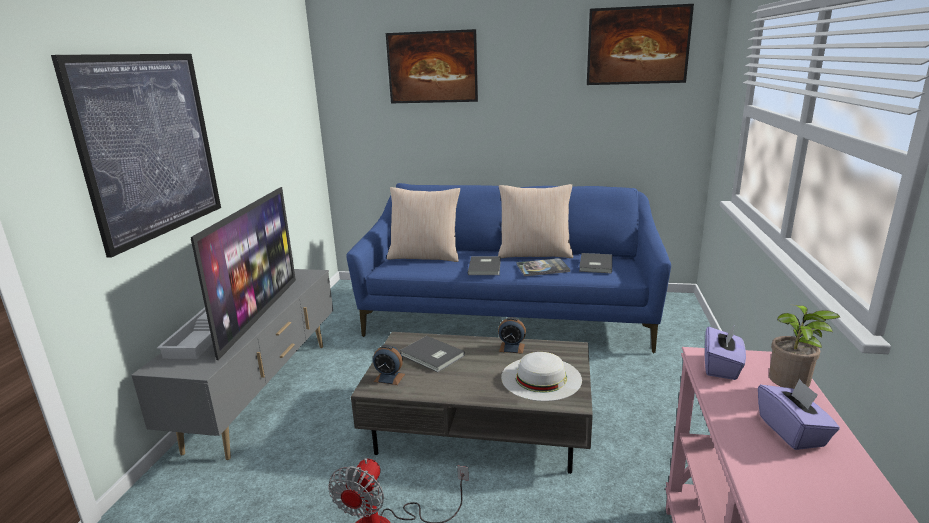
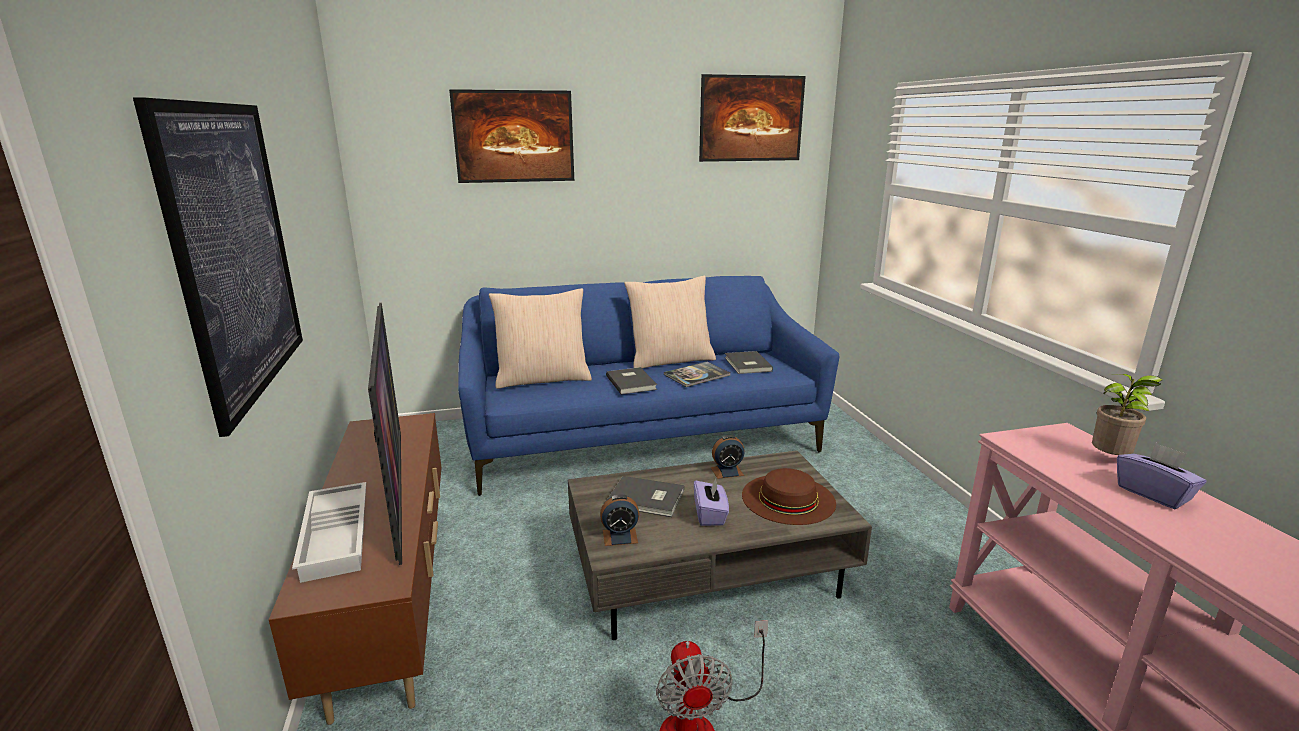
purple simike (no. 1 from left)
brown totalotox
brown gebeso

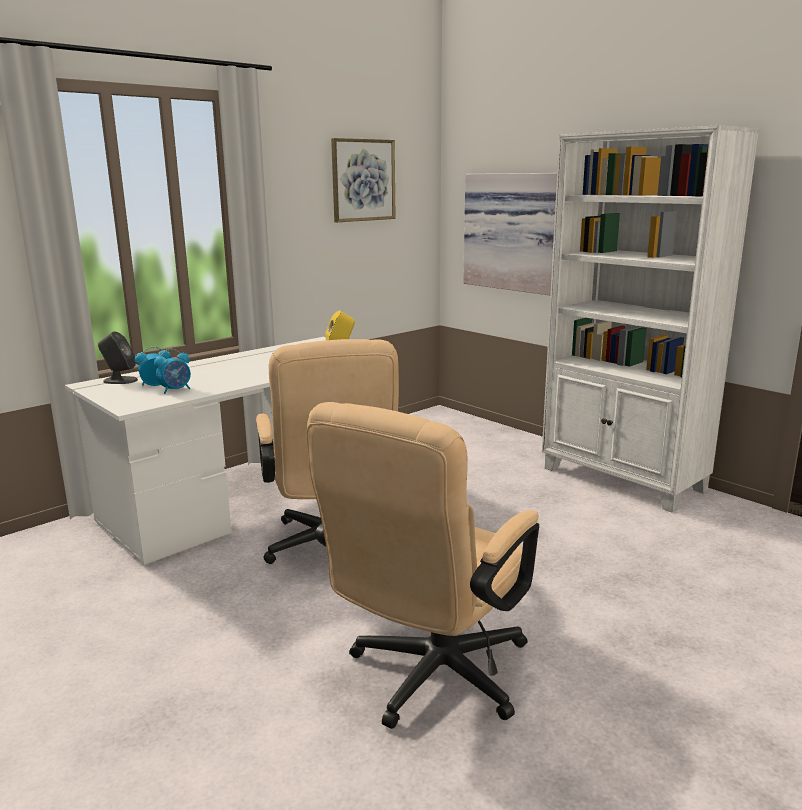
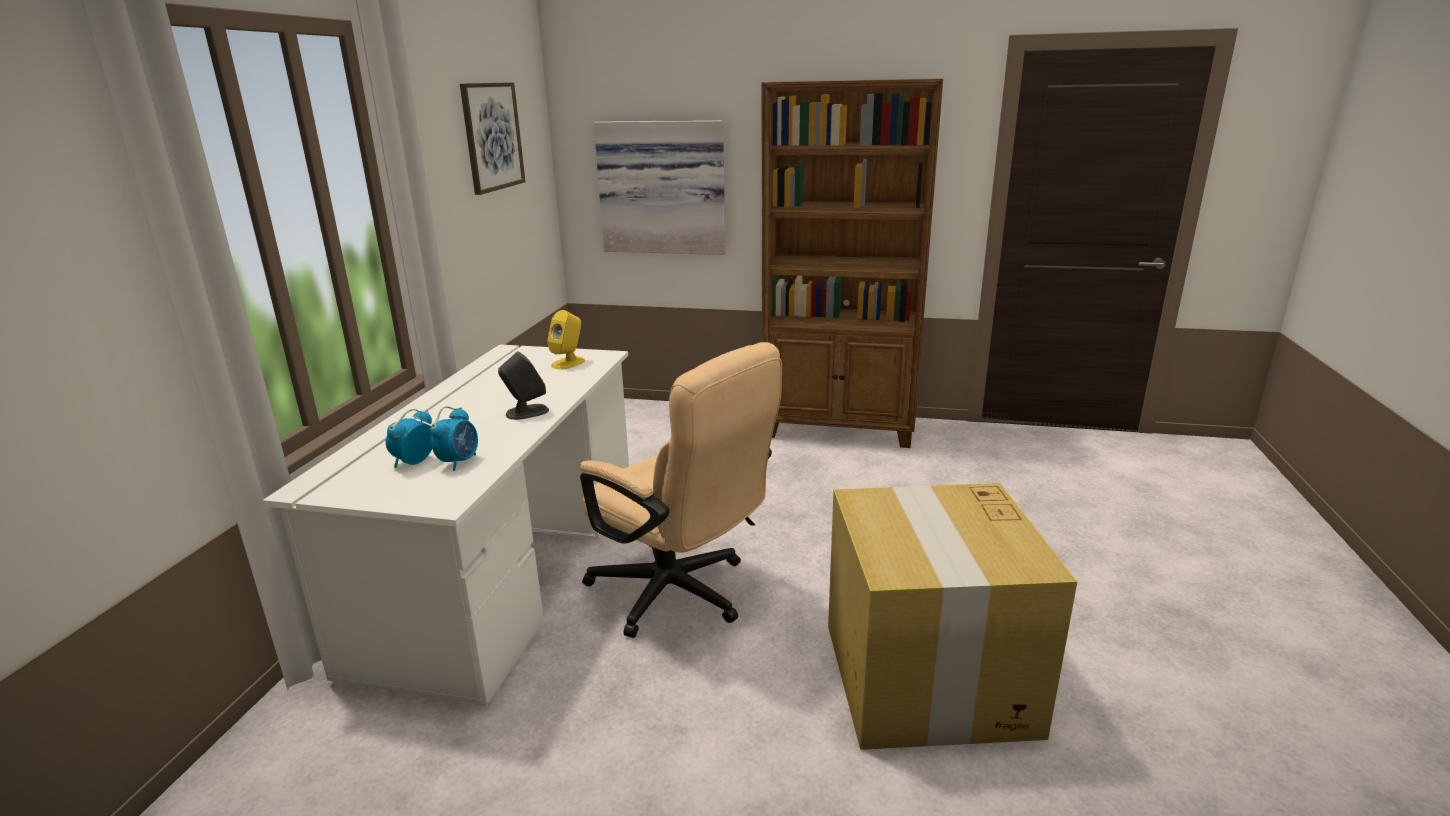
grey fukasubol
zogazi
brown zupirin

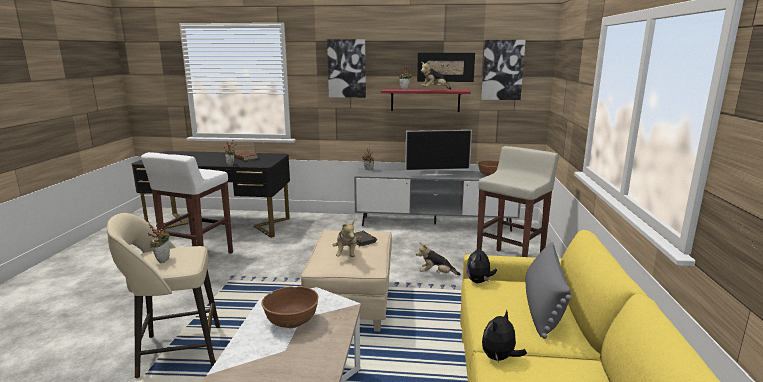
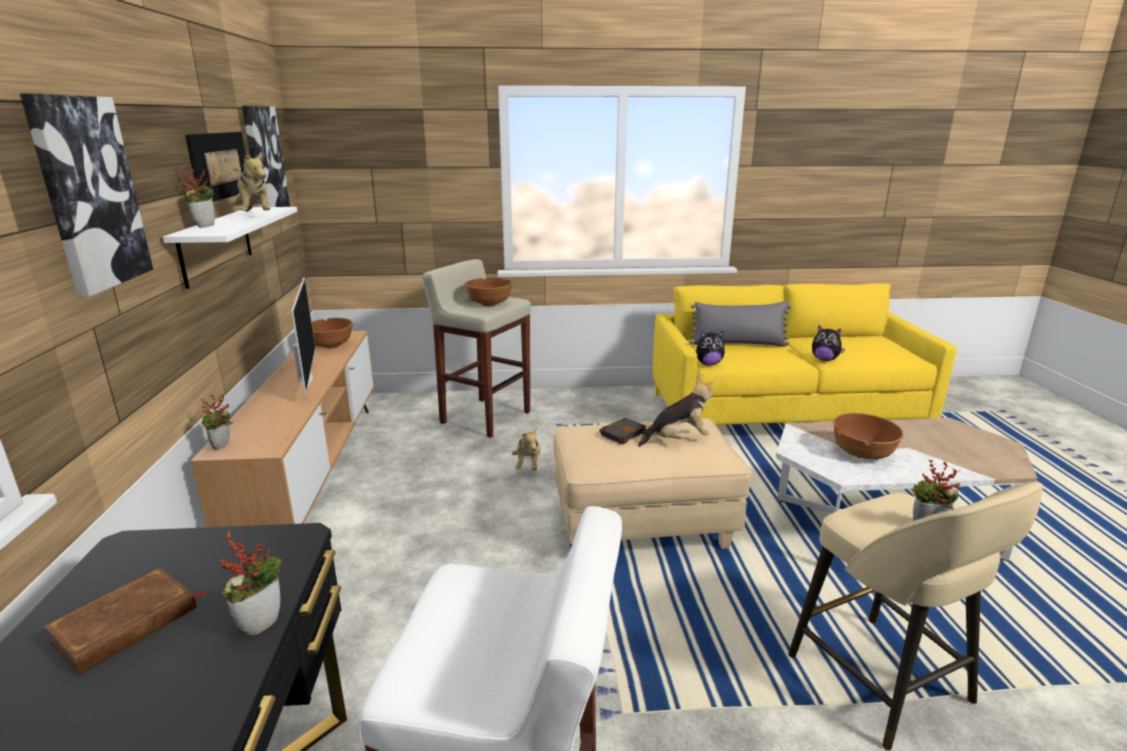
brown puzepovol (no. 2 from left)
brown totalotox
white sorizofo

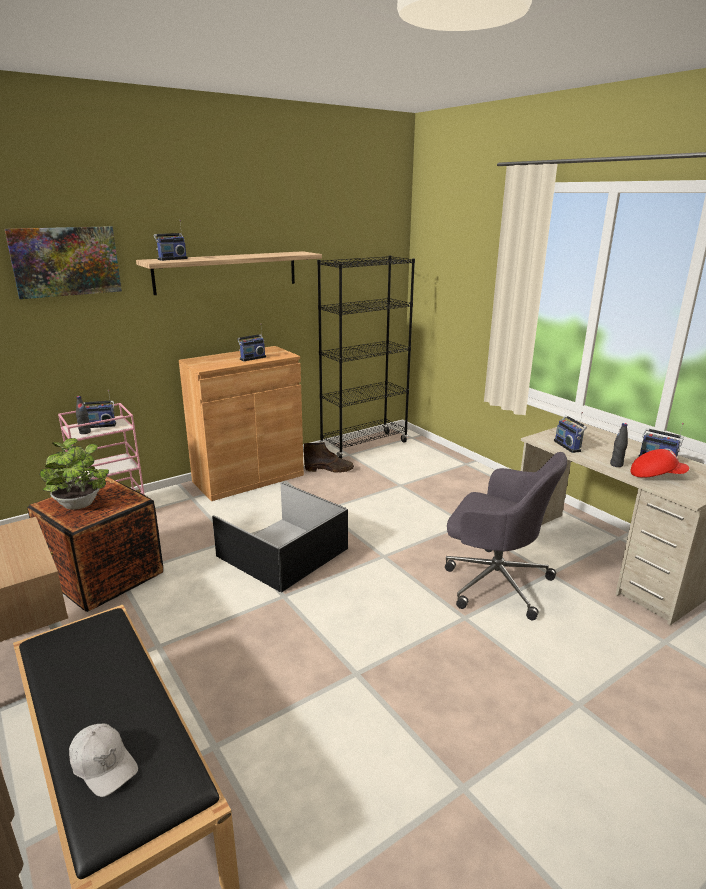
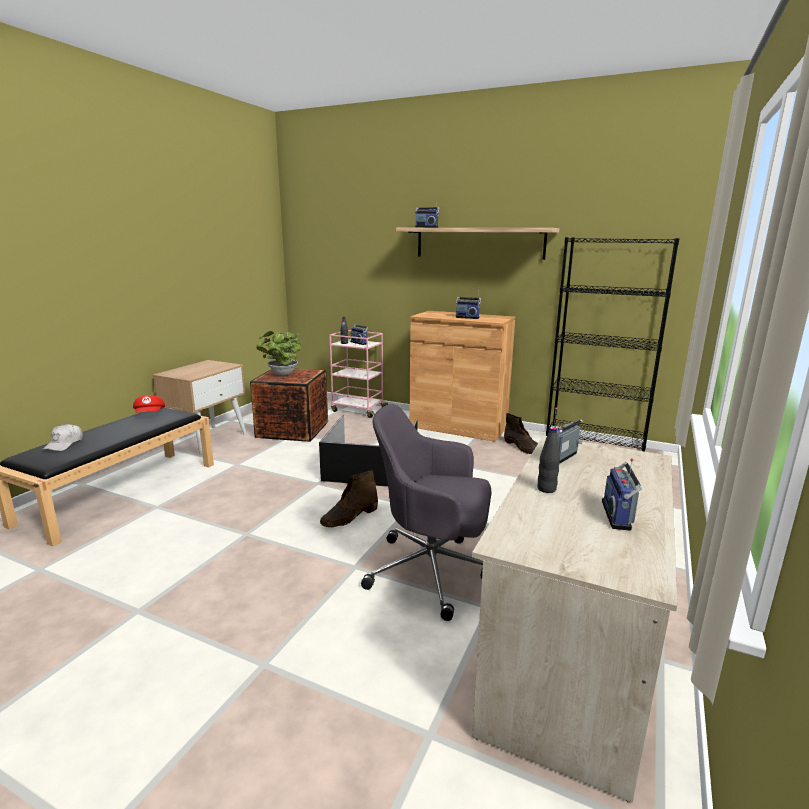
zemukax
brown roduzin (no. 1 from left)
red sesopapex
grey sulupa

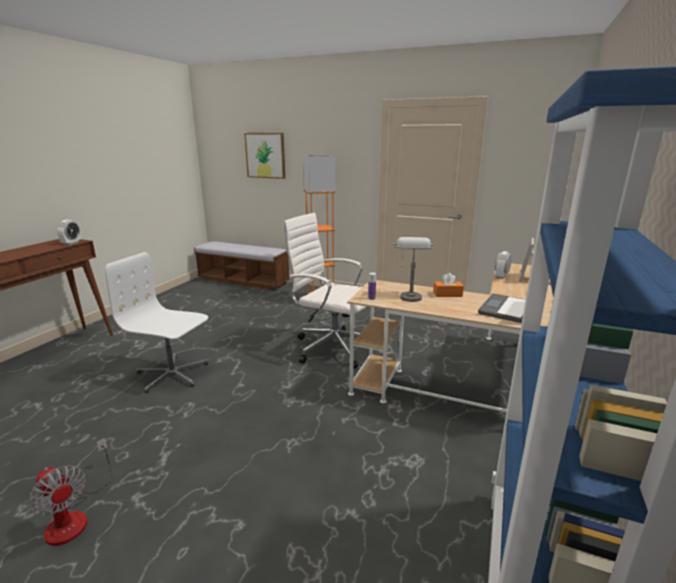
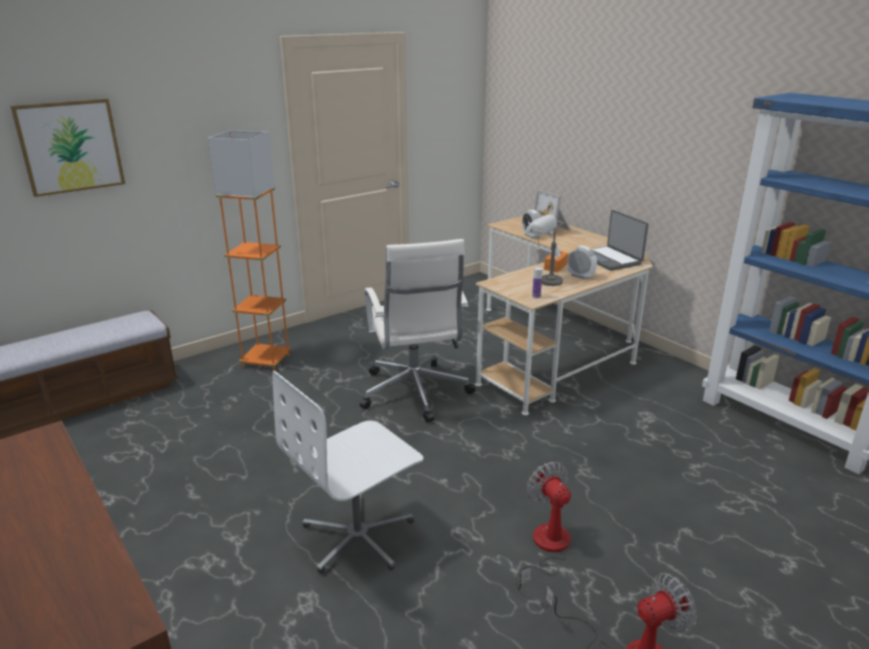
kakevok (no. 1 from left)
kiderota (no. 2 from left)
white sulupa (no. 2 from left)

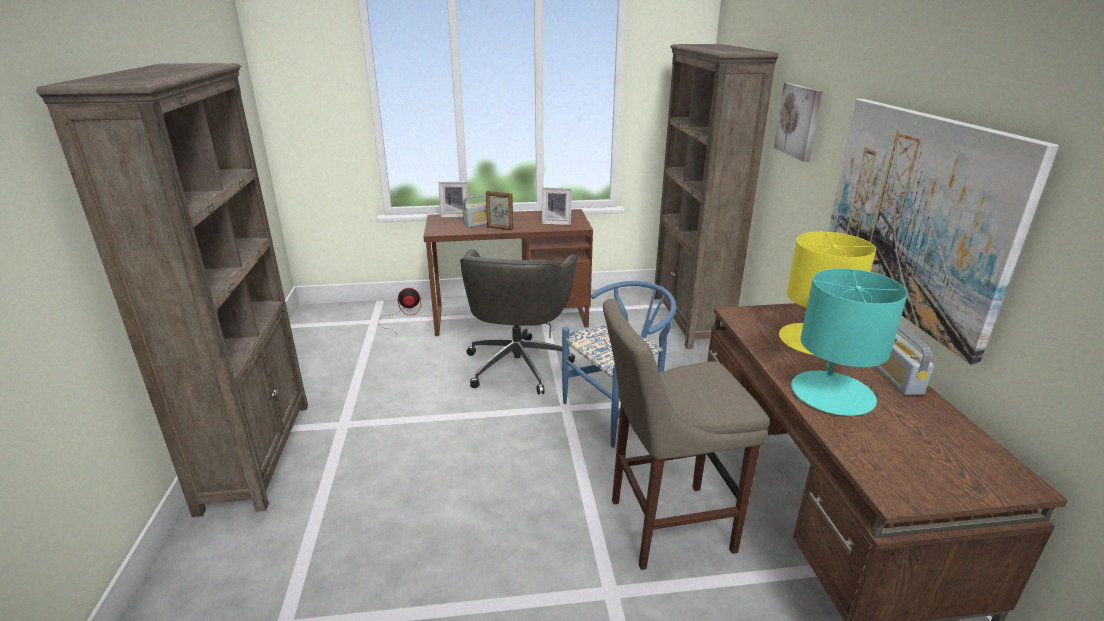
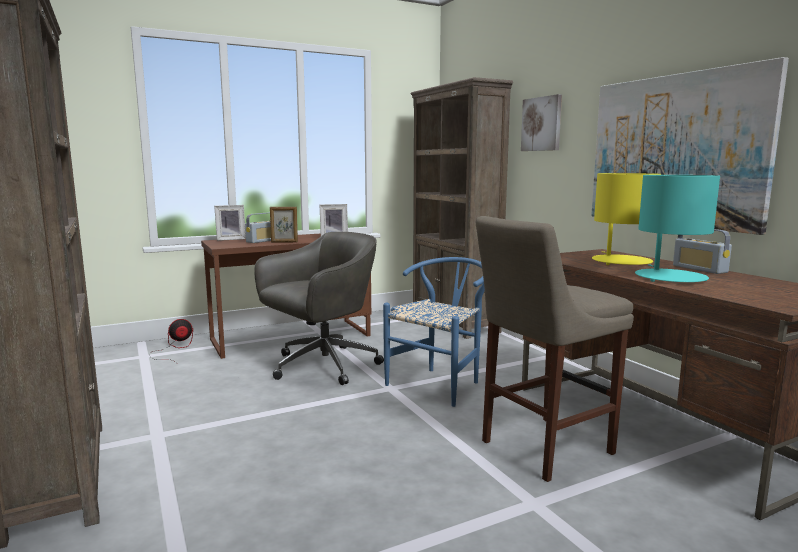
grey sulupa

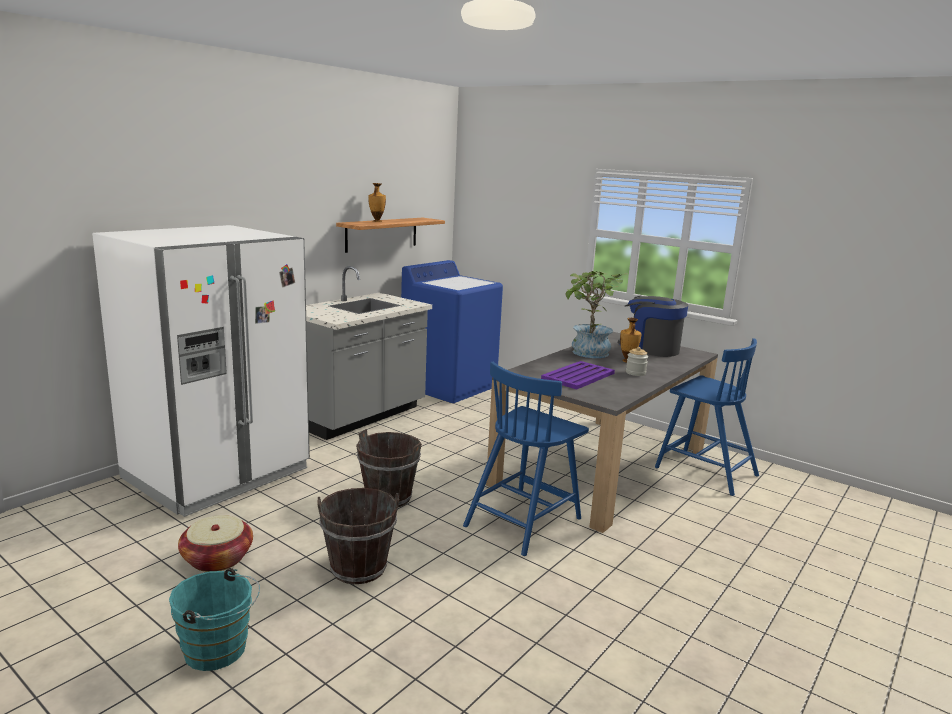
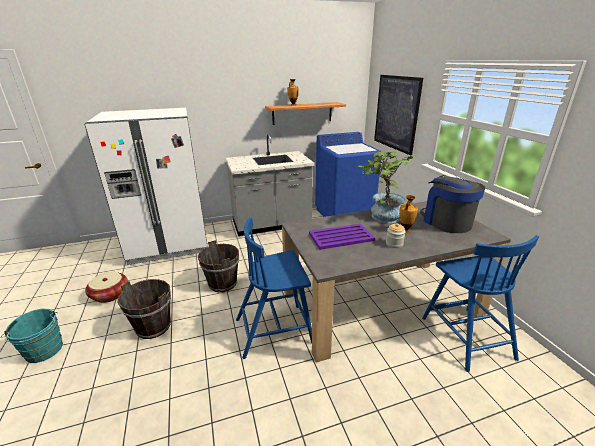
zemukax

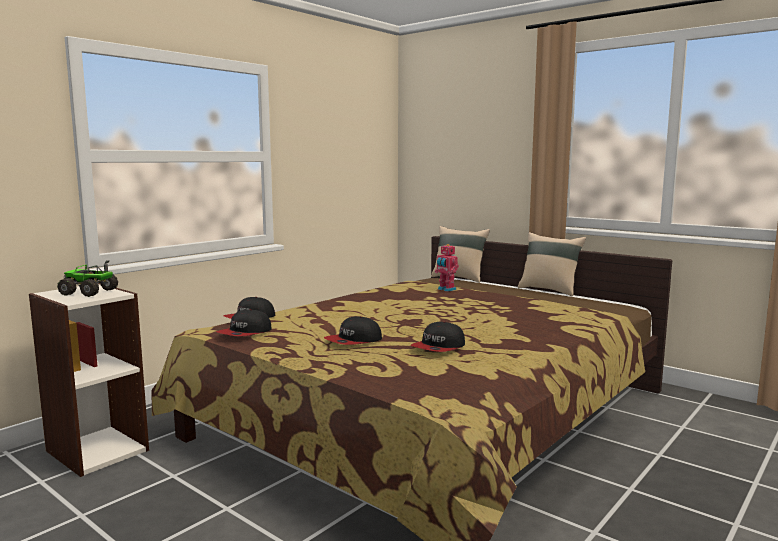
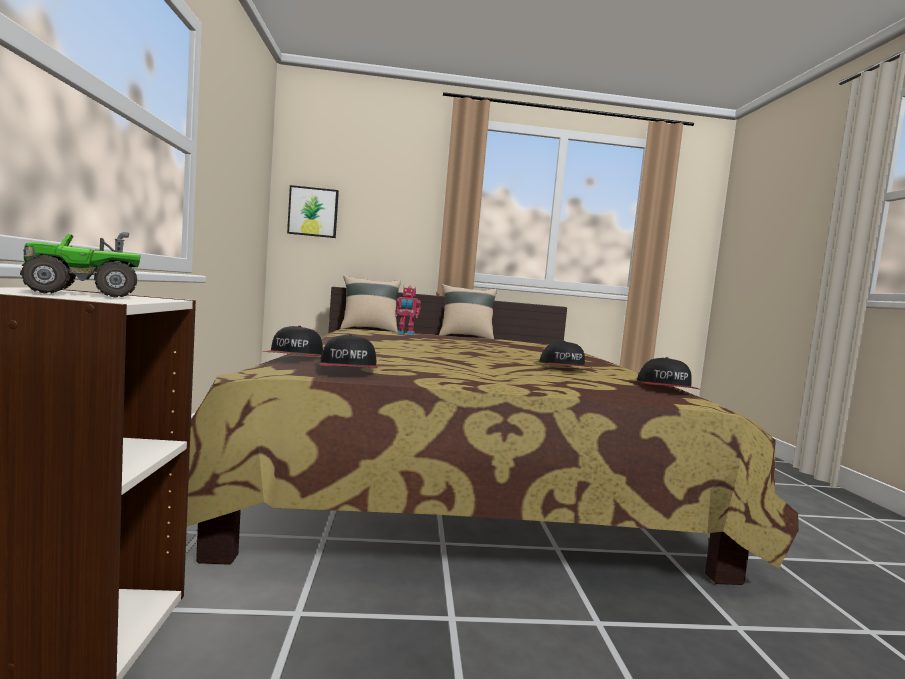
zemukax
sesopapex (no. 4 from left)

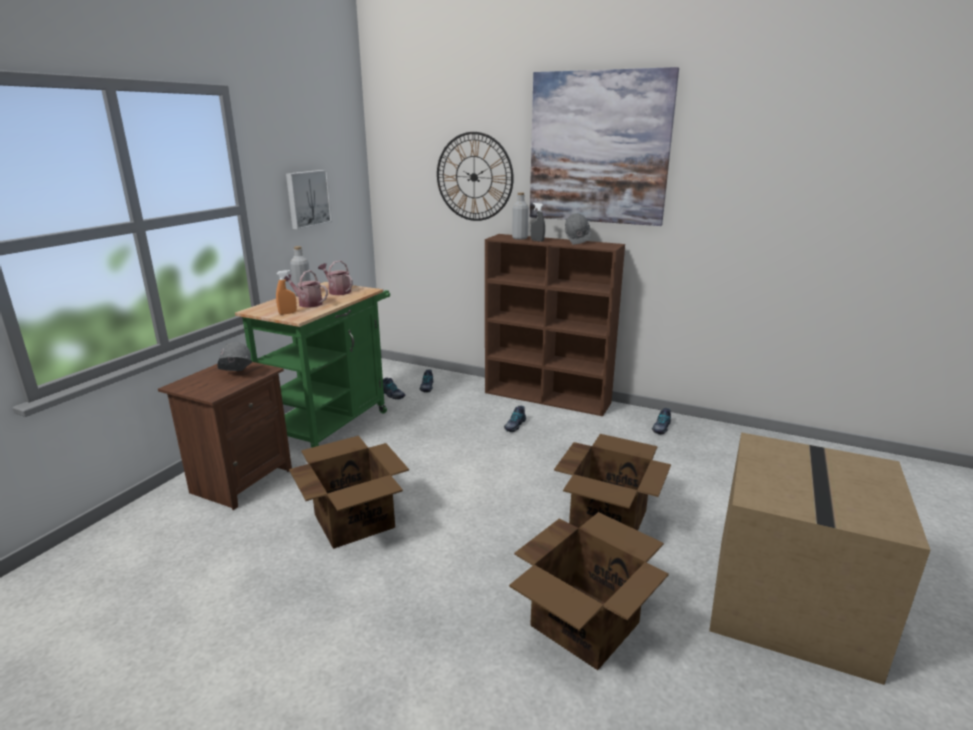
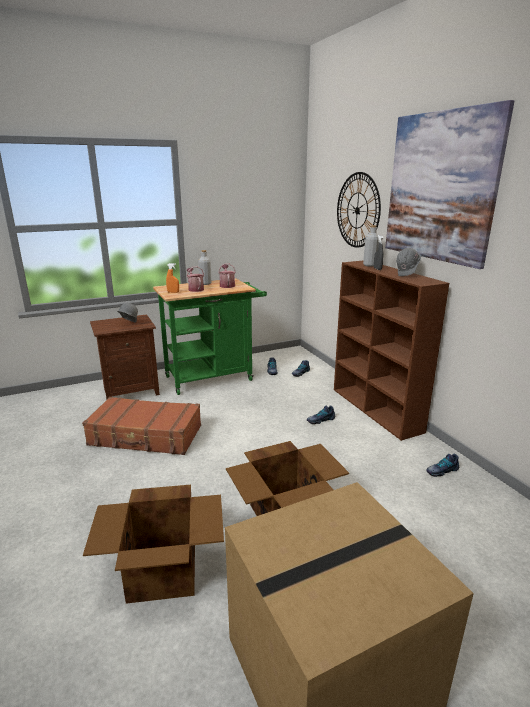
zemukax (no. 1 from left in the first image)
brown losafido

